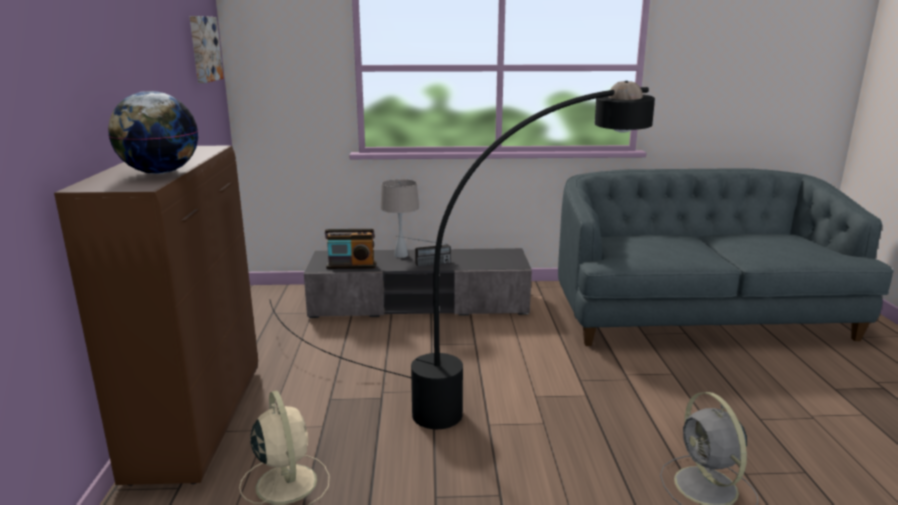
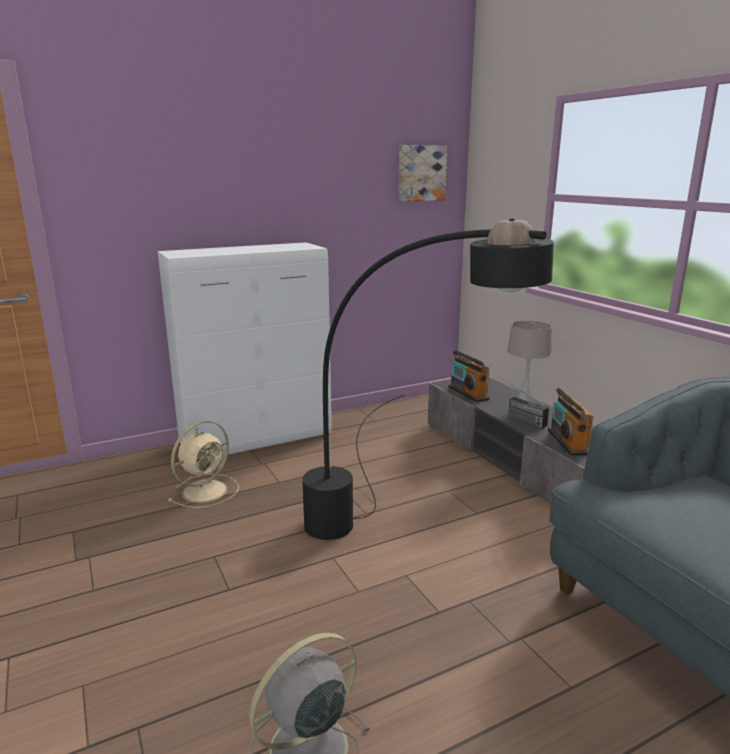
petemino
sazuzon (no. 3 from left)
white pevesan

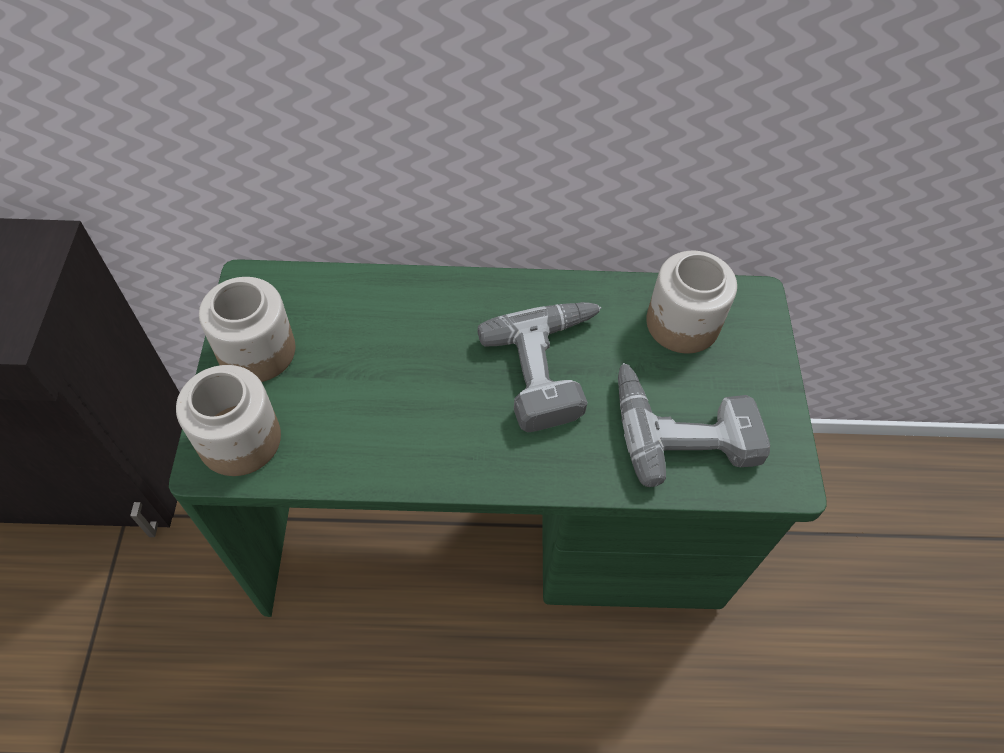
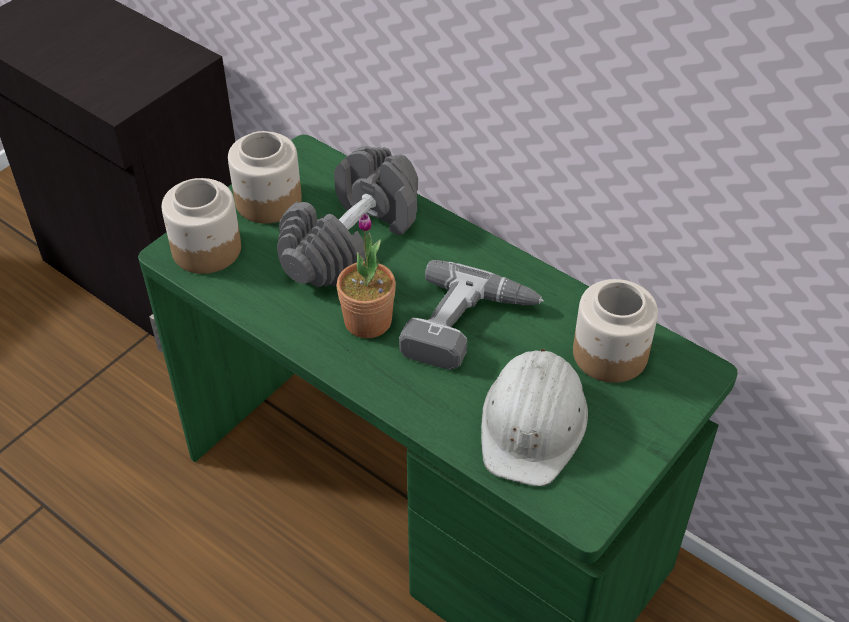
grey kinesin
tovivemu
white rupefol

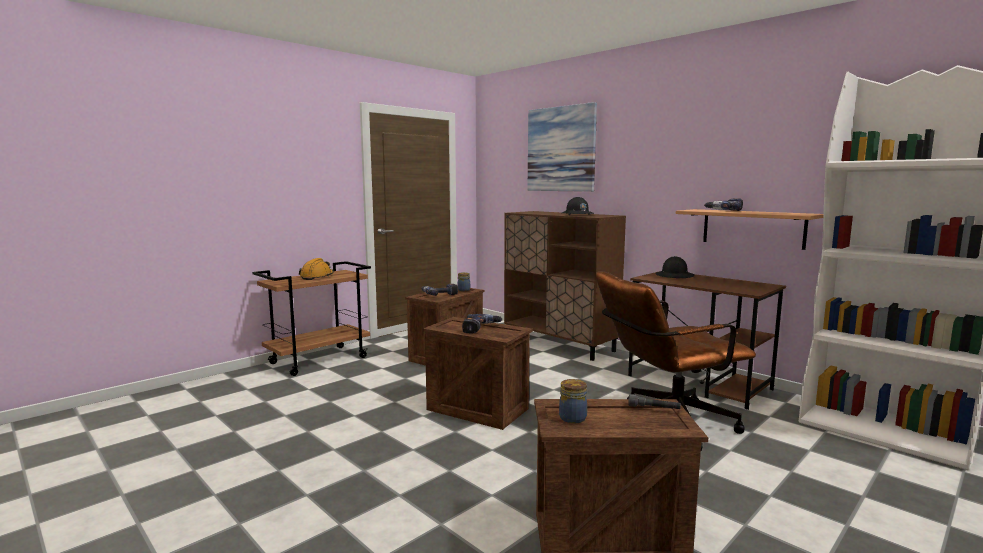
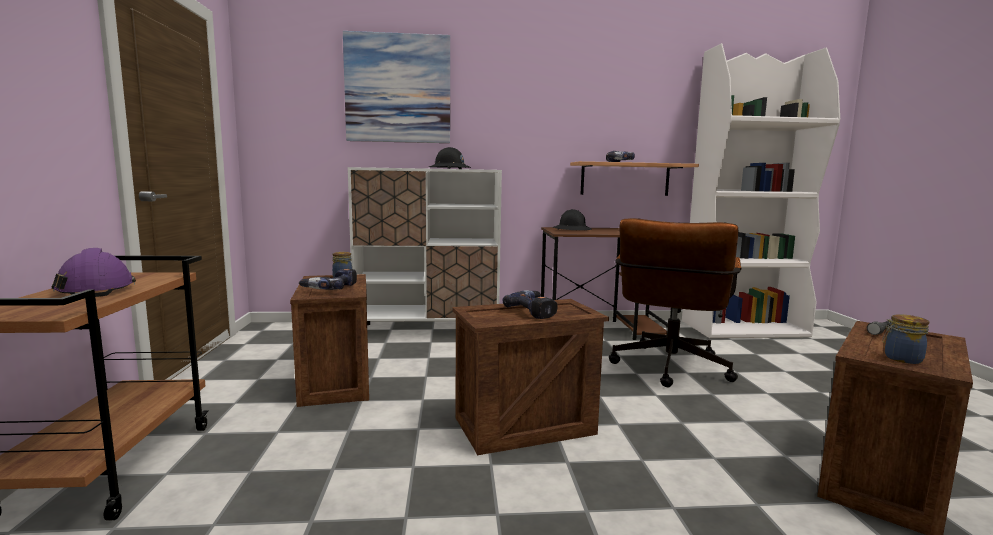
purple rupefol
white pevesan

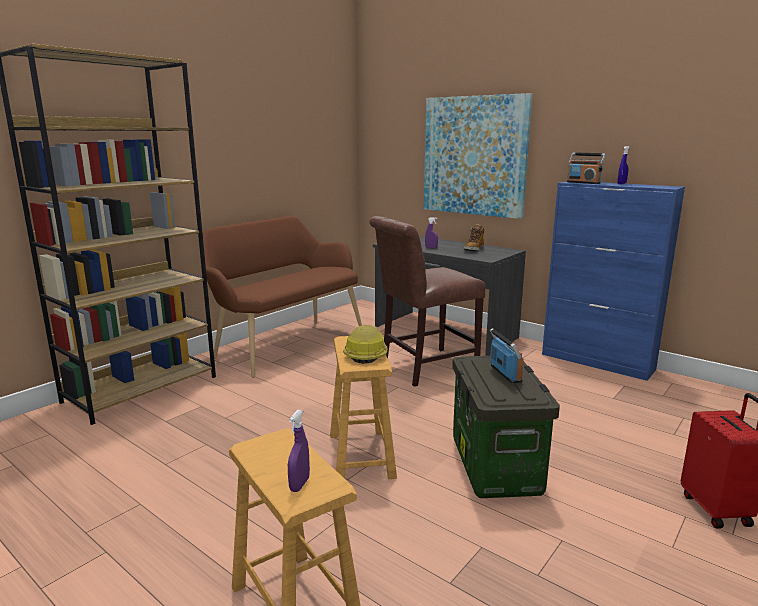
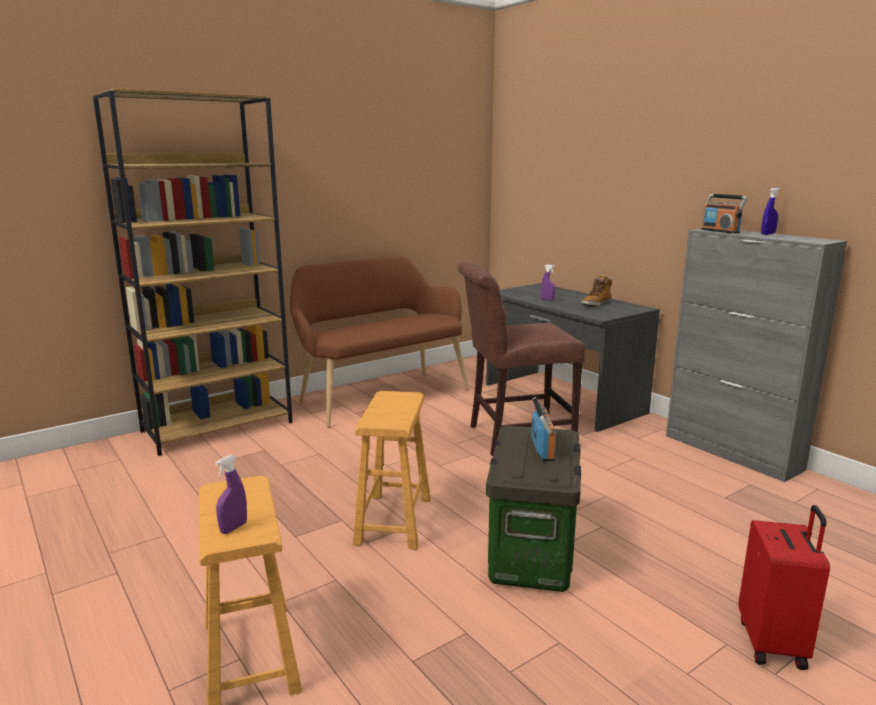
rupefol
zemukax
grey pevesan

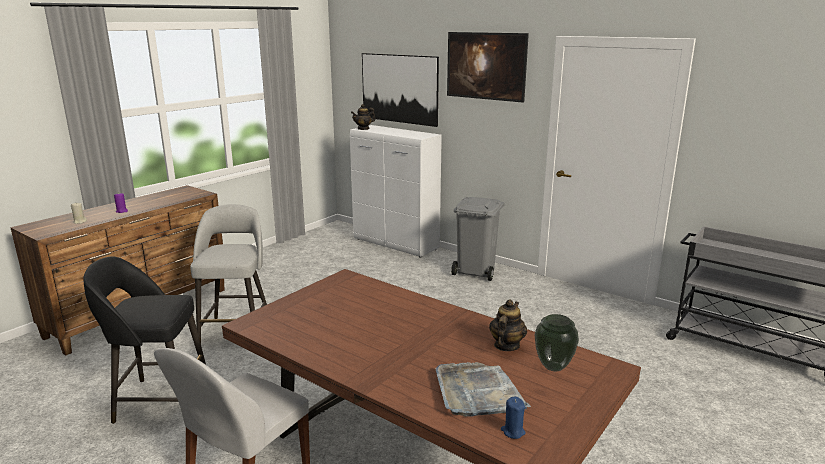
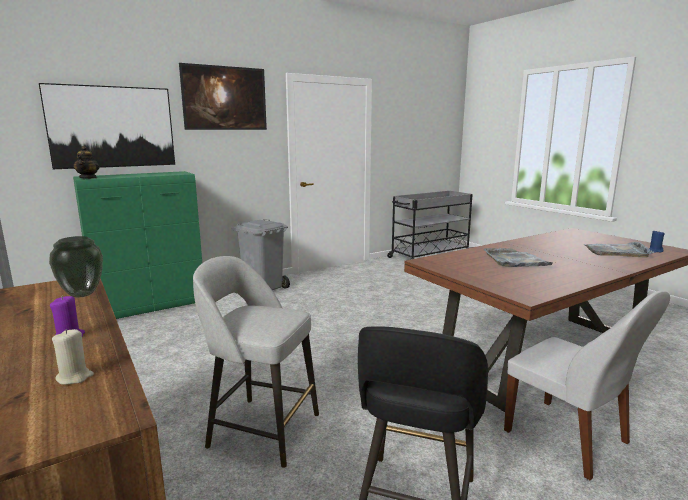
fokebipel (no. 2 from left in the first image)
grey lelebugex (no. 1 from left)
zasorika
green pevesan

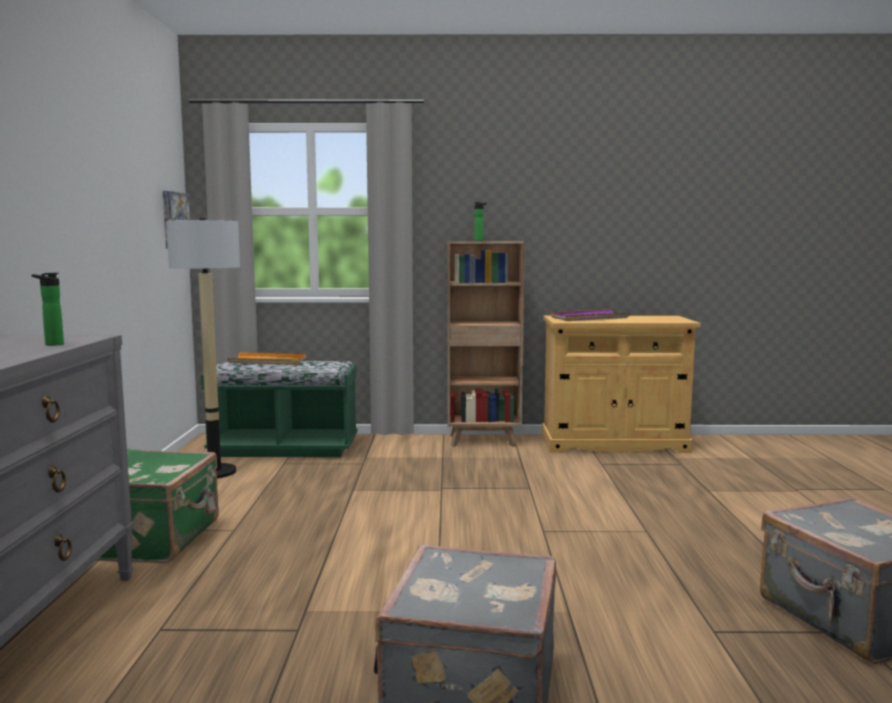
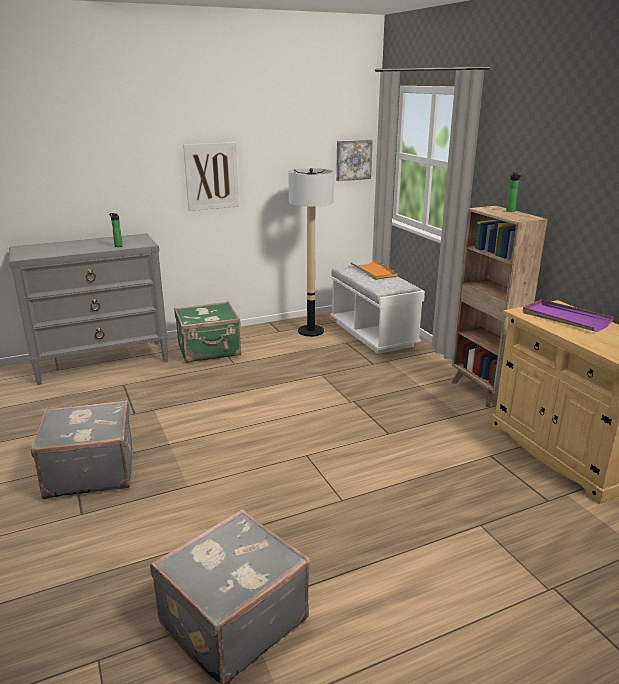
zemukax (no. 1 from left)
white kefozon

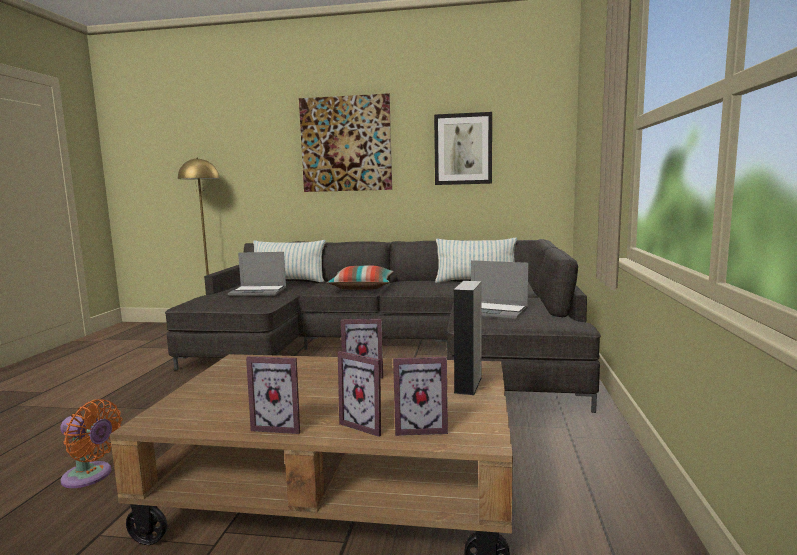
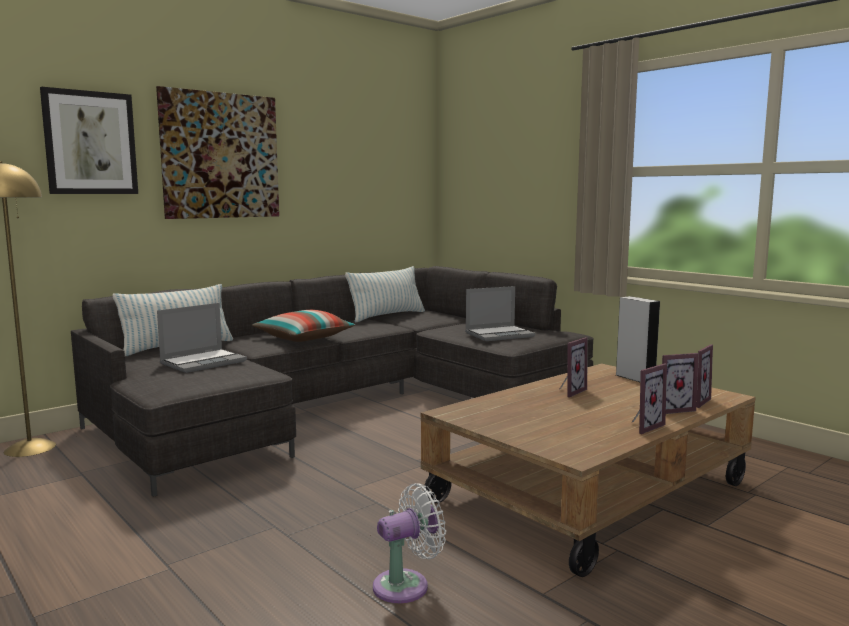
zemukax (no. 1 from left)
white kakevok

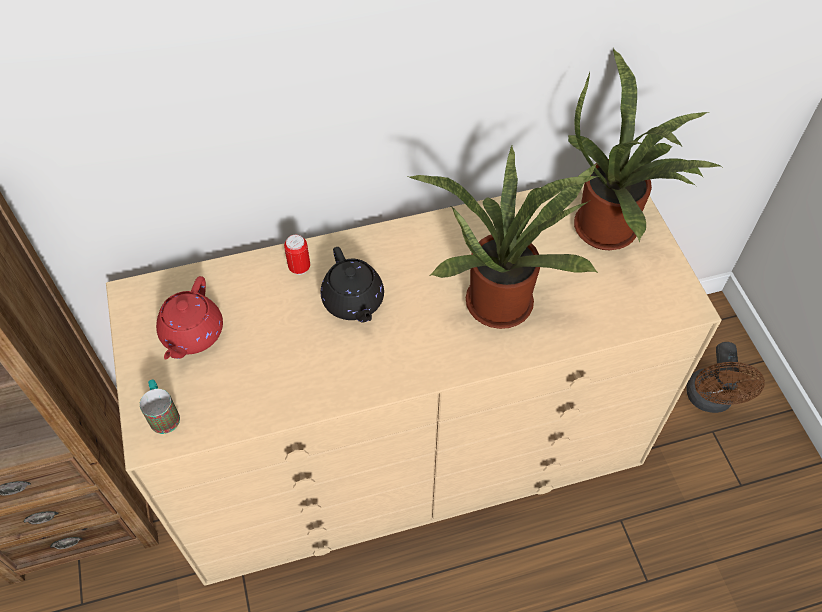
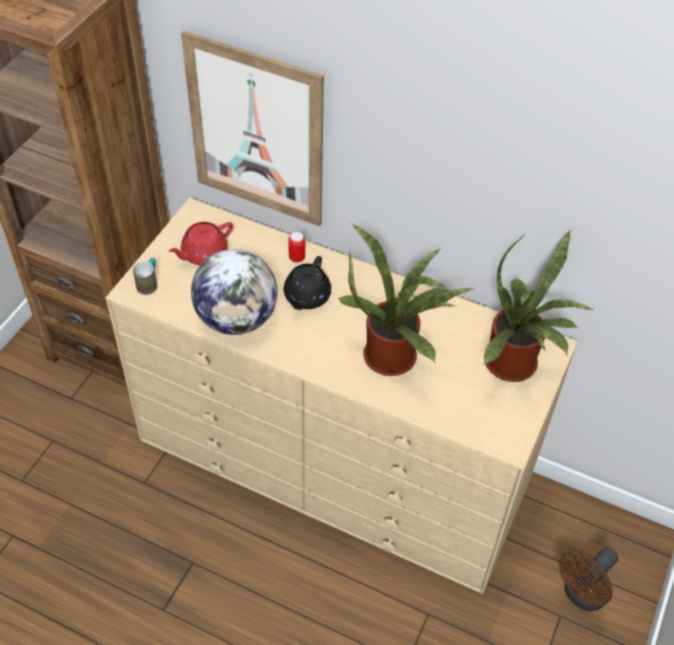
zemukax
petemino

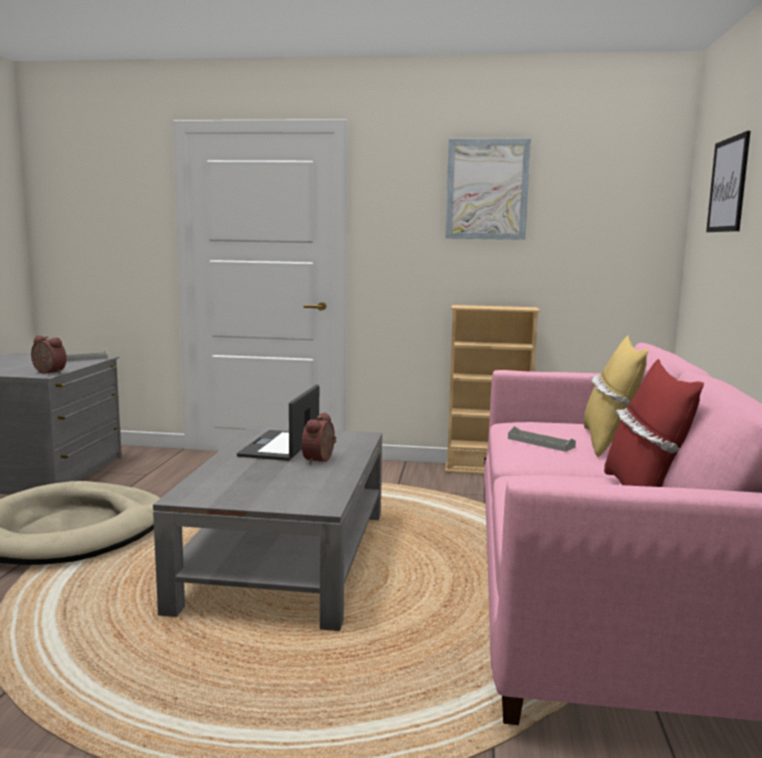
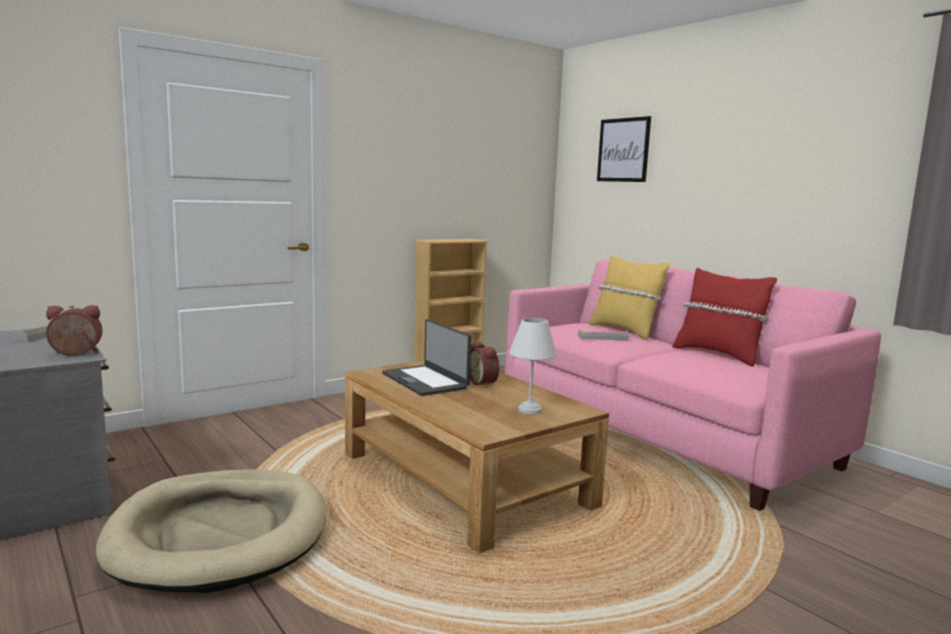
zemukax (no. 1 from left in the first image)
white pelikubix
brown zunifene

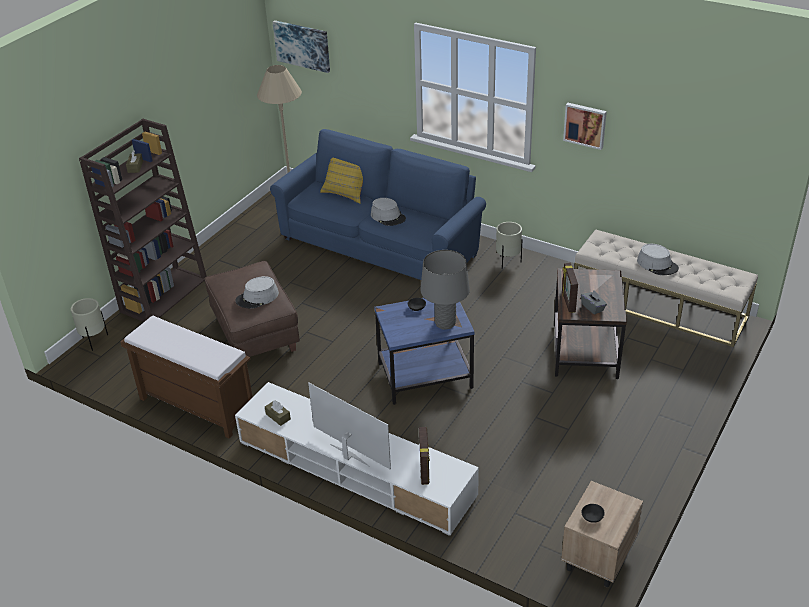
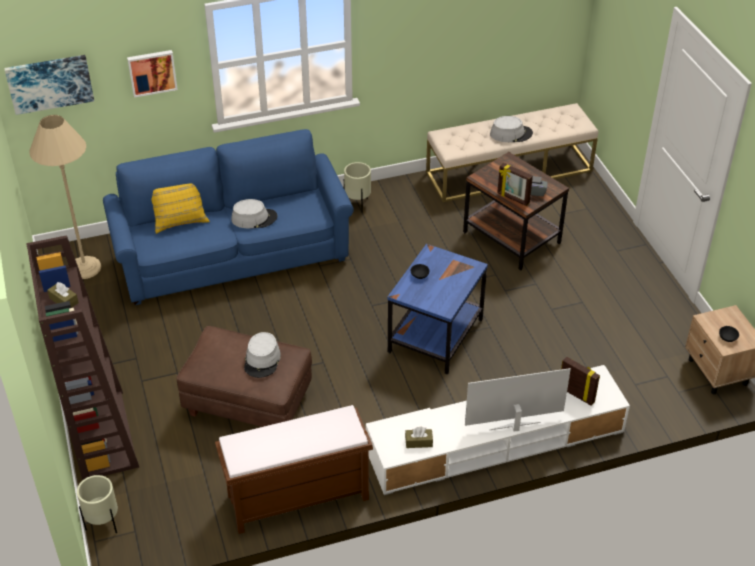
grey pelikubix
zemukax (no. 2 from left)

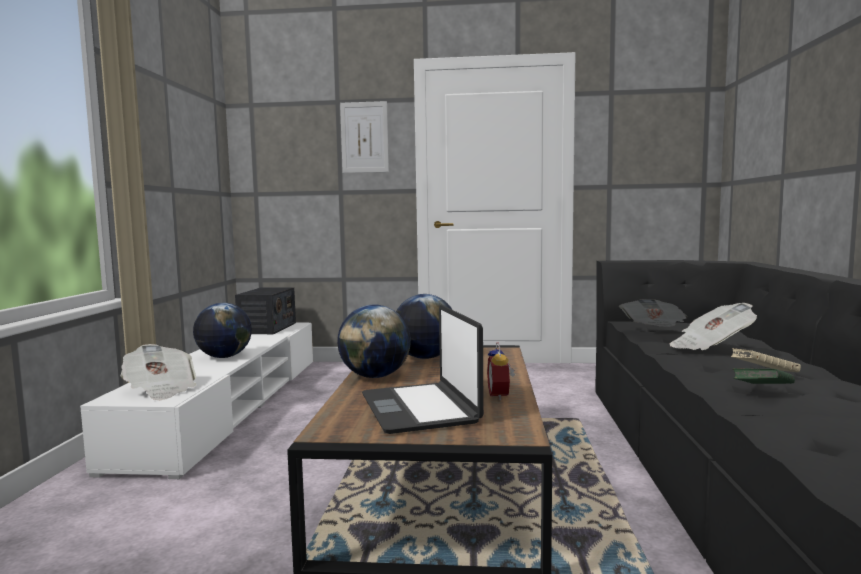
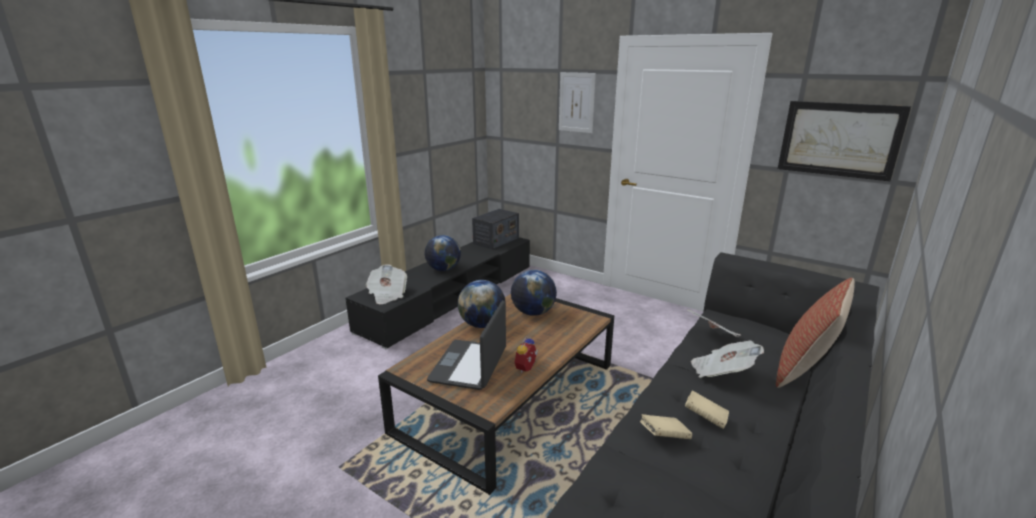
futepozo
zemukax (no. 2 from left)
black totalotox
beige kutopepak (no. 1 from left)

